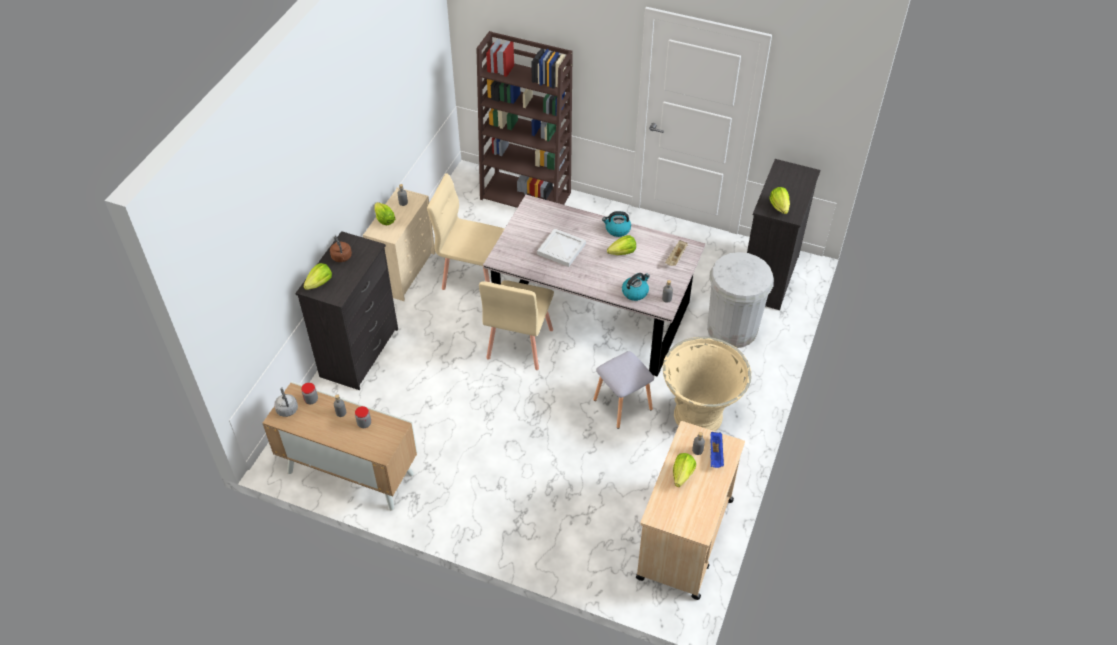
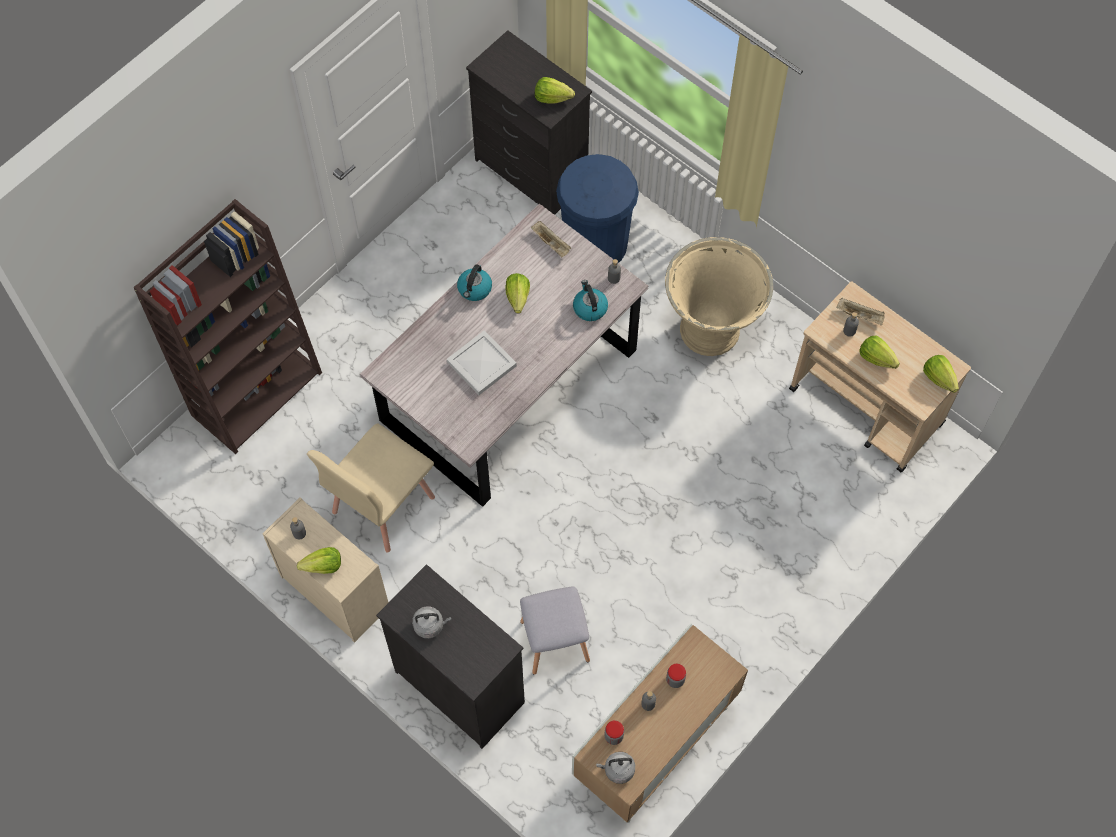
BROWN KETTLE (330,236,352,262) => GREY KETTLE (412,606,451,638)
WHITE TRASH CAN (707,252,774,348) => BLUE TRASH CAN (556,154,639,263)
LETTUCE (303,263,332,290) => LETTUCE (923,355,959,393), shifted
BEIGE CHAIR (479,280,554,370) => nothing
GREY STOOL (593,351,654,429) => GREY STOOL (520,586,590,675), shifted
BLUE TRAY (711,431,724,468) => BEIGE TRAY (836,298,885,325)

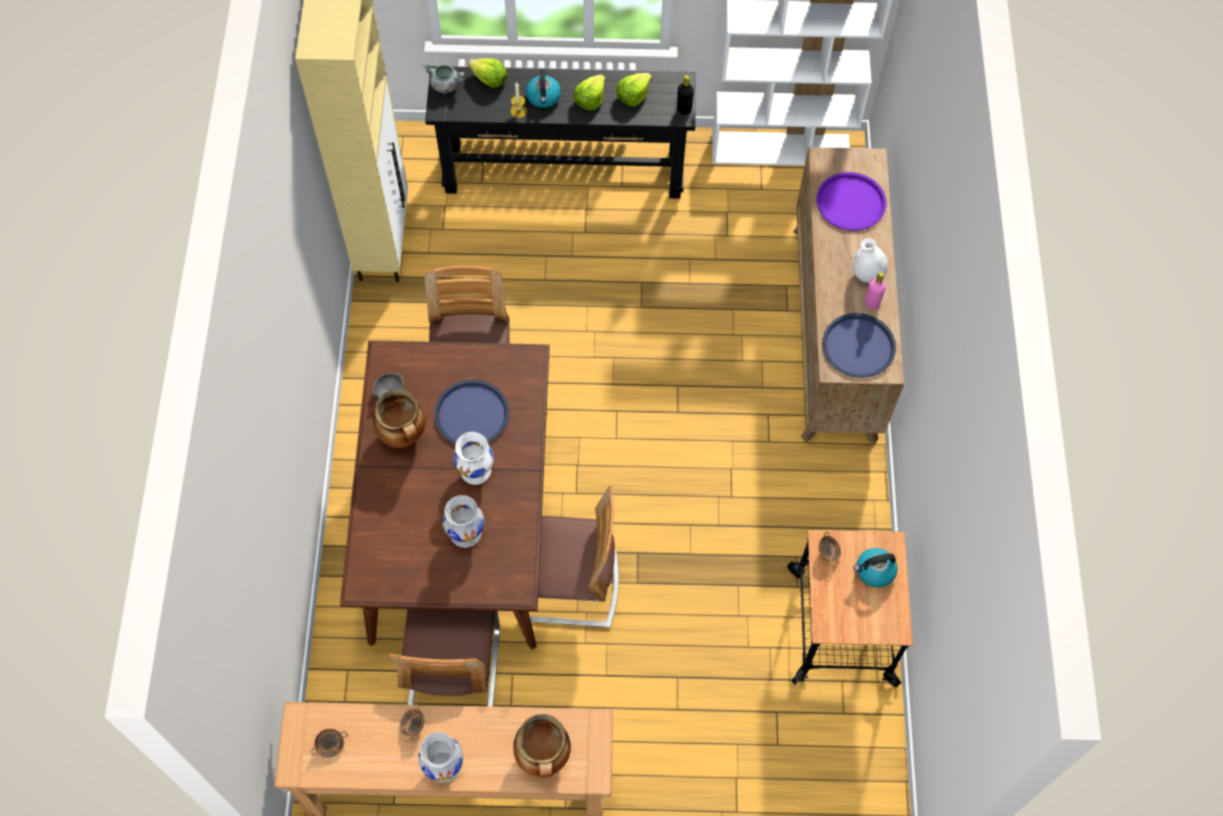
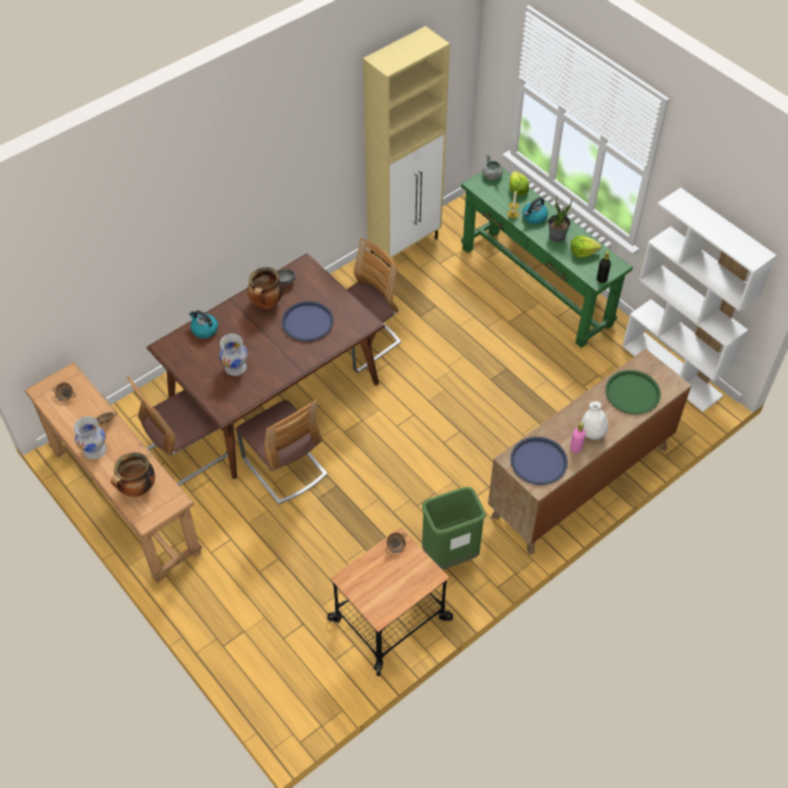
BLACK CONSOLE TABLE (425,66,695,199) => GREEN CONSOLE TABLE (461,167,633,348)
LETTUCE (573,75,605,111) => POTTED PLANT (548,196,572,242)
PURPLE TRAY (816,172,887,231) => GREEN TRAY (605,370,661,415)
WHITE VASE (453,432,494,485) => nothing
KETTLE (853,548,898,588) => KETTLE (189,310,218,338), shifted
nothing => GREEN TRASH CAN (422,487,486,570)

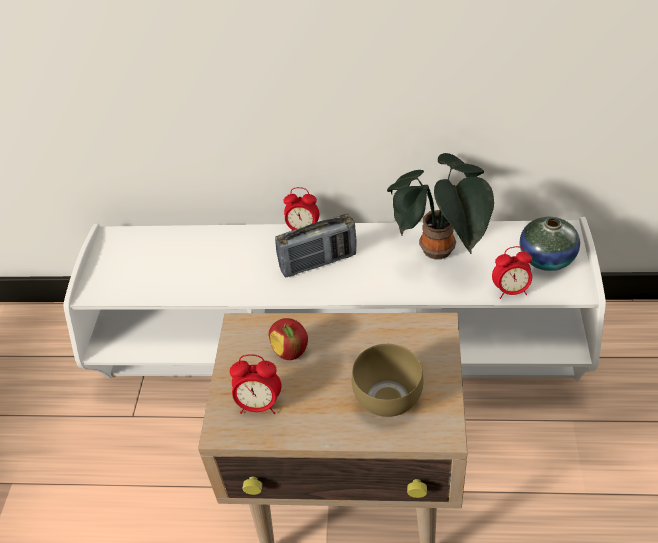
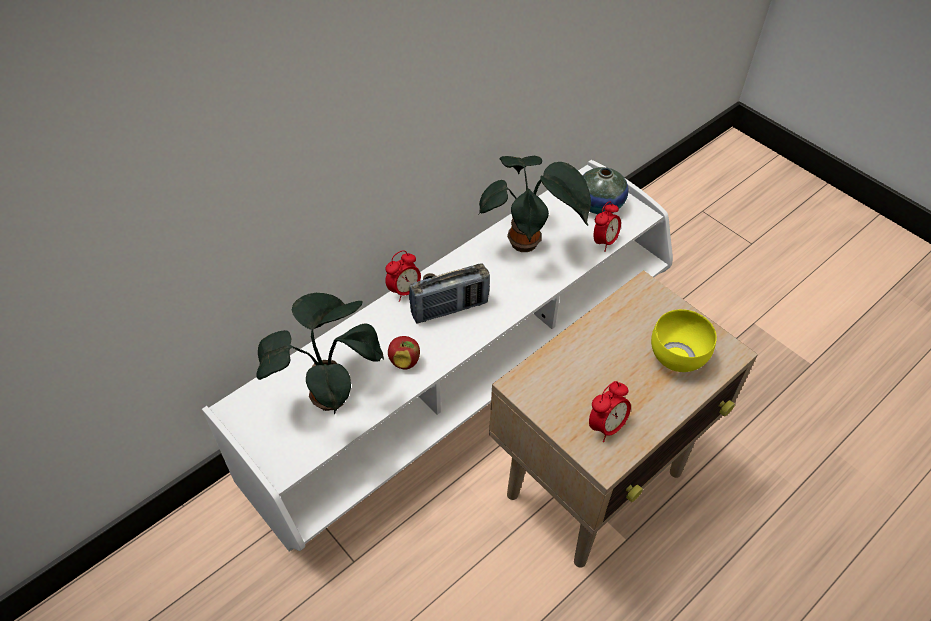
RADIO (275,214,356,278) => RADIO (409,263,490,324), 45 degrees clockwise
APPLE (268,318,308,360) => APPLE (388,336,420,369), shifted
BROWN BOWL (352,344,424,417) => YELLOW BOWL (651,309,717,372)
nothing => POTTED PLANT (256,293,384,415)

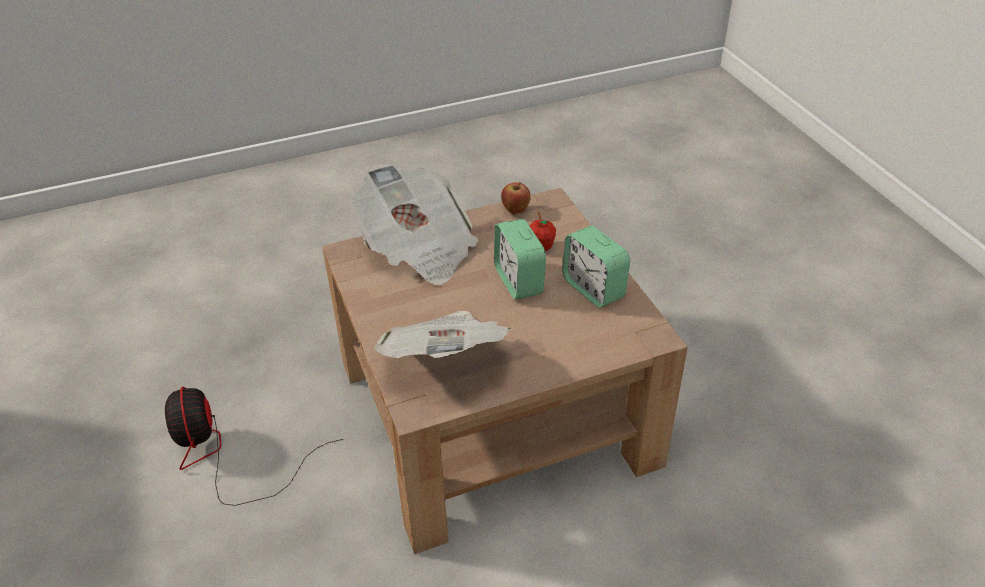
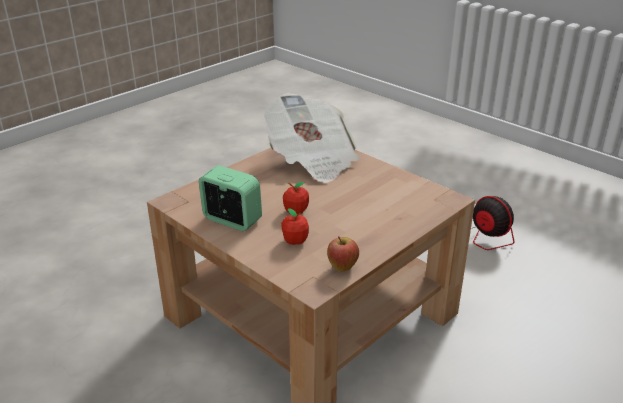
NEWSPAPER (352,163,478,285) => nothing
ALARM CLOCK (494,219,546,300) => APPLE (283,182,309,214)

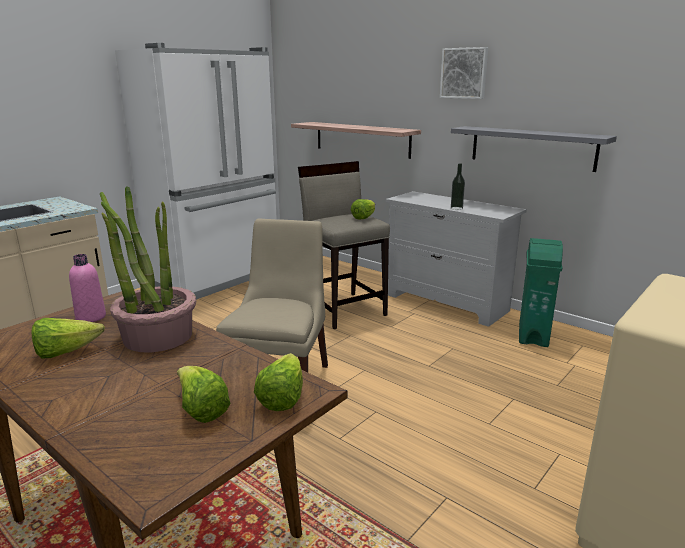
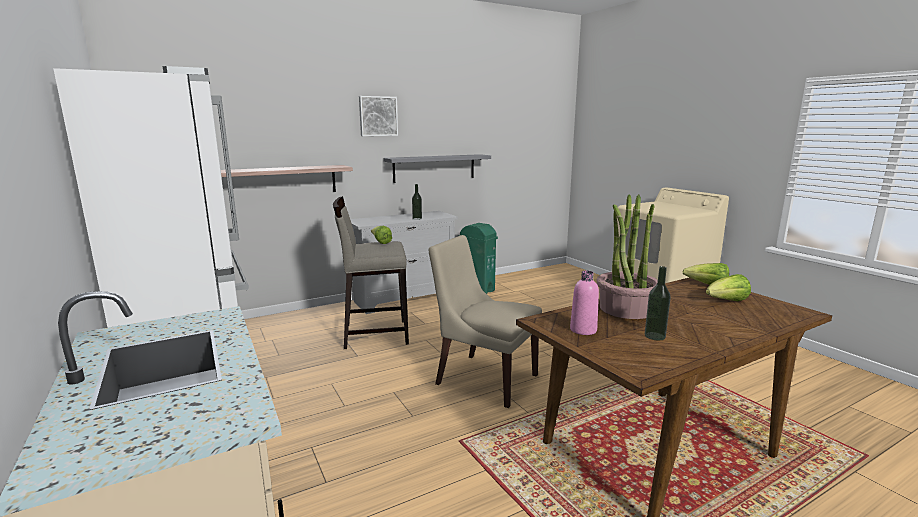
LETTUCE (31,318,105,358) => BOTTLE (645,266,671,341)

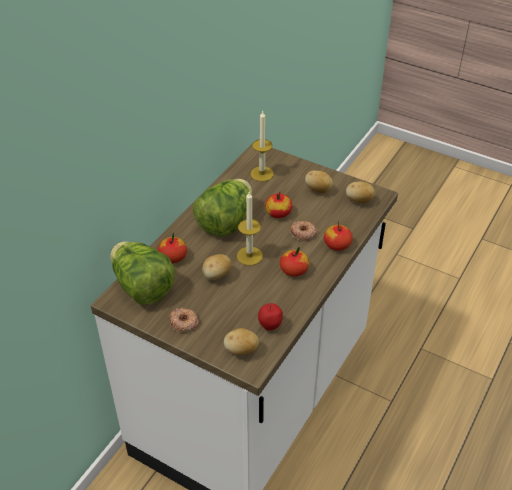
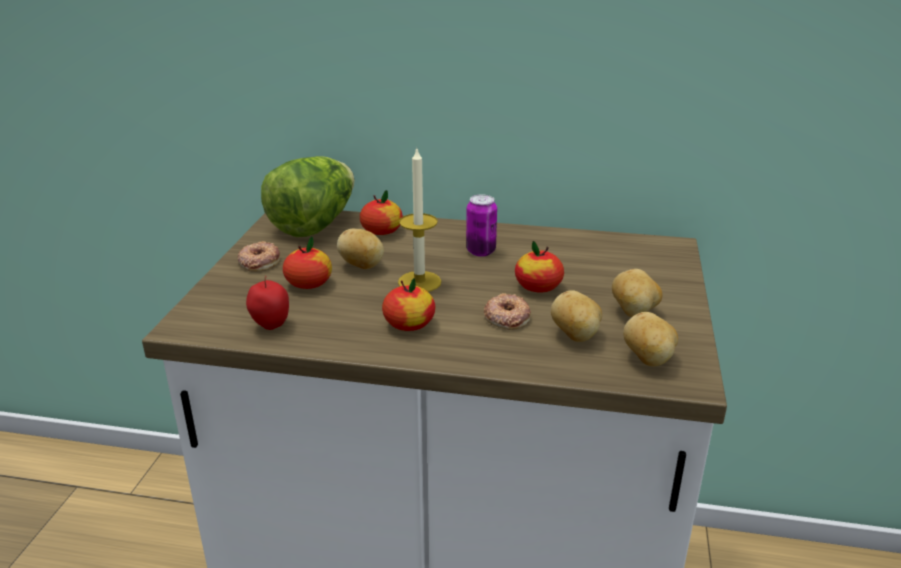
CANDLE (251,111,274,182) => nothing
LETTUCE (193,179,252,237) => CAN (466,195,497,257)
APPLE (324,221,353,251) => APPLE (283,237,332,289), shifted
POTATO (224,328,259,355) => POTATO (551,290,602,342), shifted

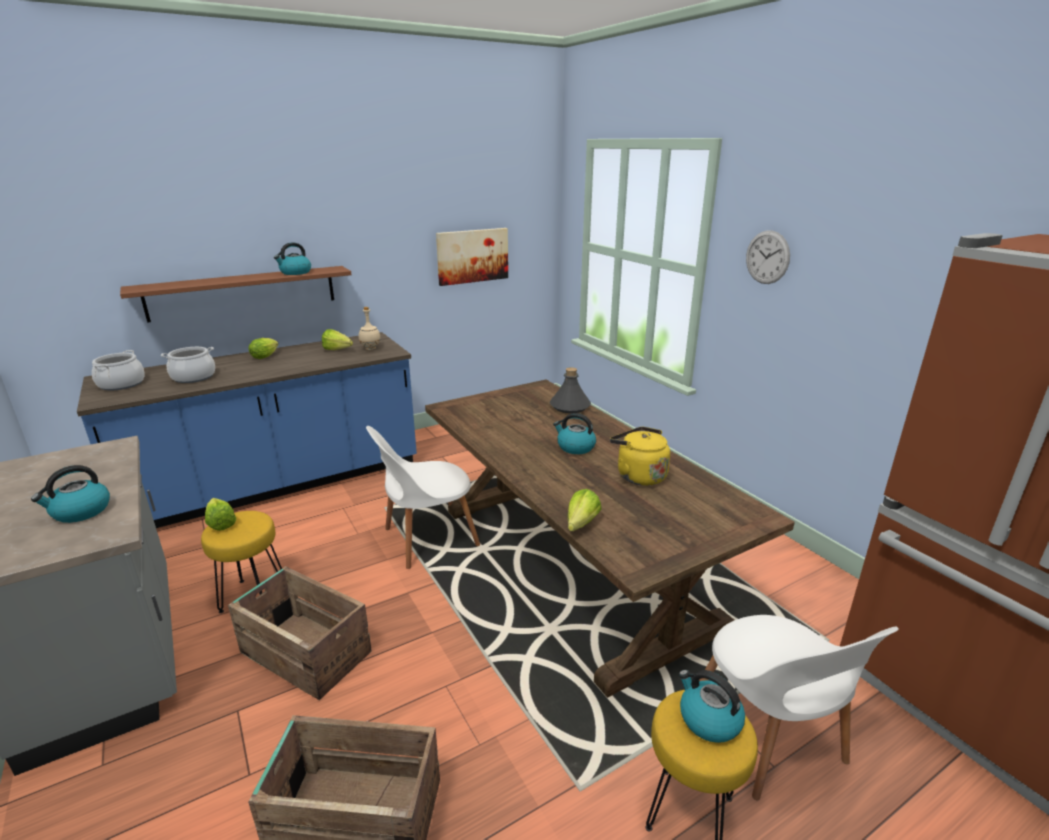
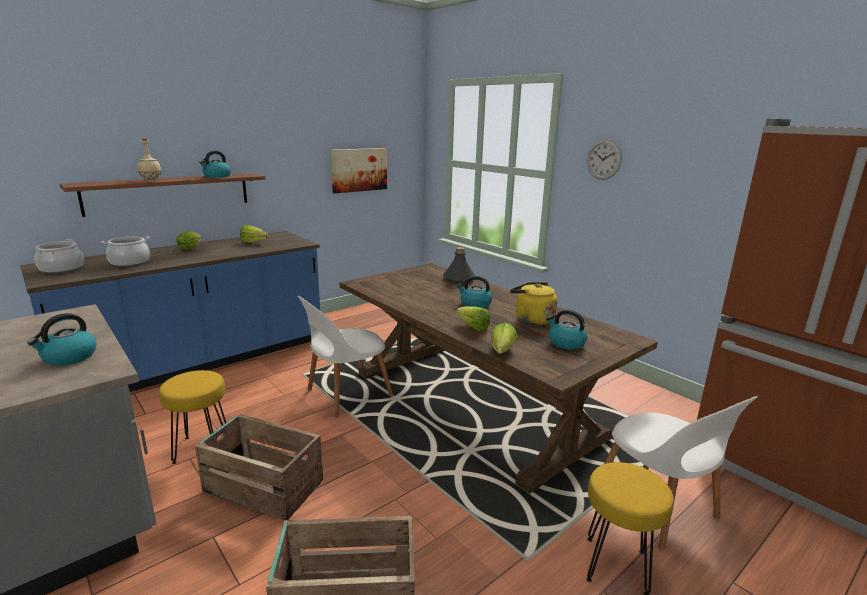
BEIGE BOTTLE (359,307,381,350) => BEIGE BOTTLE (138,138,161,182), shifted
LETTUCE (205,498,236,531) => LETTUCE (456,306,490,331), shifted
KETTLE (679,670,745,743) => KETTLE (546,309,587,350), shifted

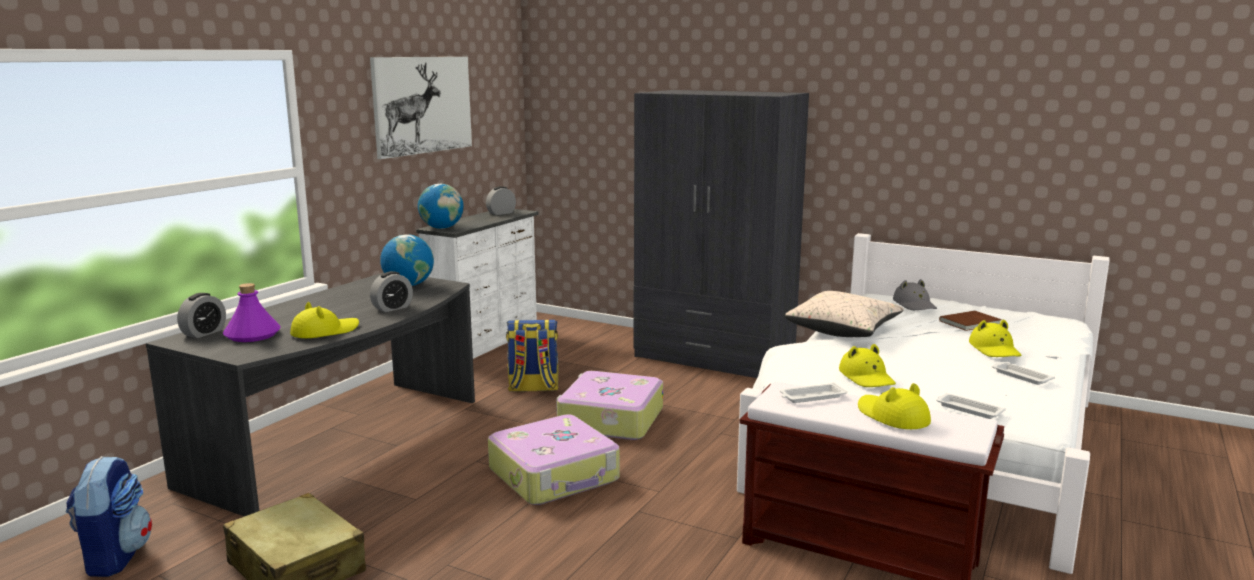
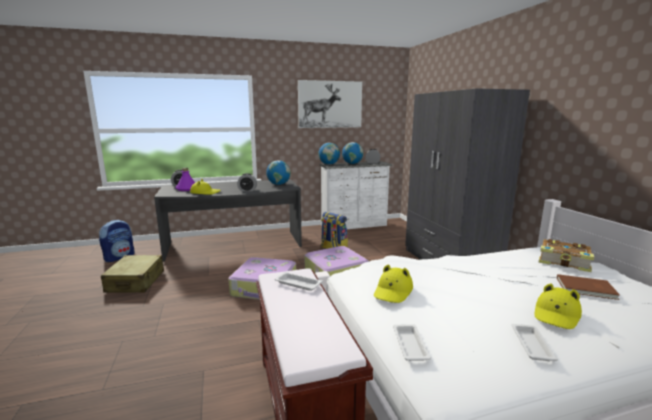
GREY HAT (893,279,937,310) => BOOK (538,239,594,272)
BEIGE PILLOW (785,291,904,337) => nothing
YELLOW HAT (858,383,931,429) => nothing
nothing => GLOBE (342,142,364,164)

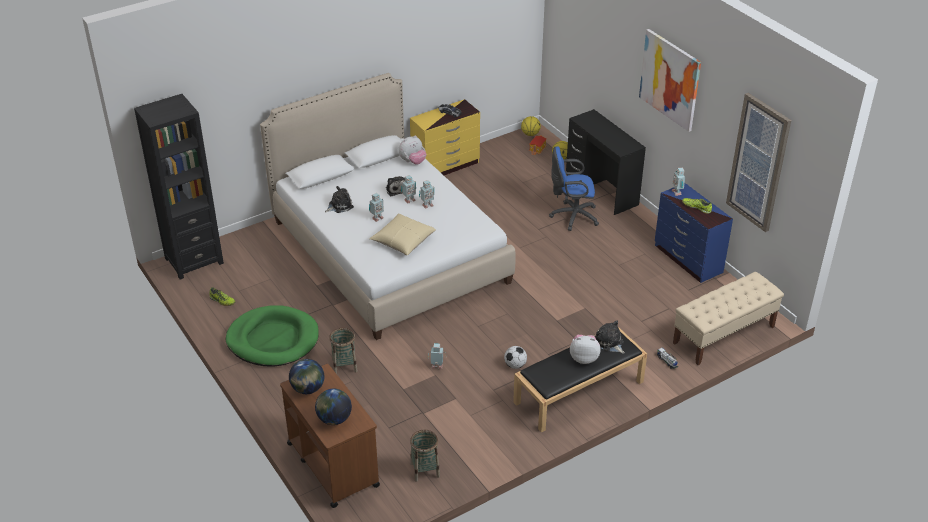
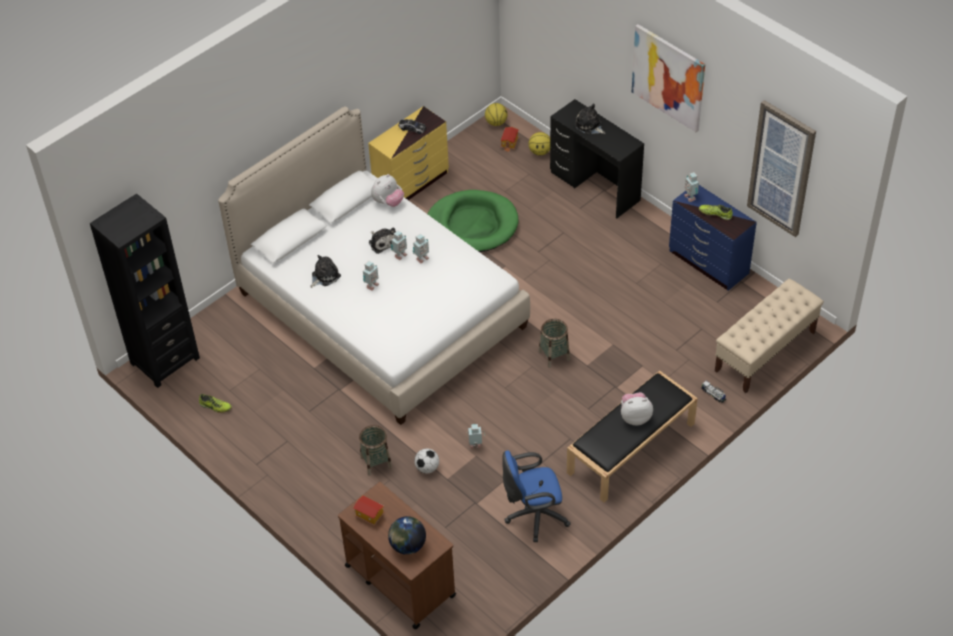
BLUE OFFICE CHAIR (549,146,599,231) => BLUE OFFICE CHAIR (502,450,571,542), shifted
BEIGE PILLOW (369,214,436,255) => nothing
GREEN DOG BED (226,305,319,366) => GREEN DOG BED (428,190,519,252), shifted
PLUSH TOY (595,320,625,354) => PLUSH TOY (575,104,605,134), shifted
FOOTBALL (504,346,527,369) => FOOTBALL (414,448,439,473), shifted
GLOBE (289,359,324,394) => TOY HOUSE (353,496,385,526)
BASKET (410,430,440,482) => BASKET (538,319,570,368), shifted

